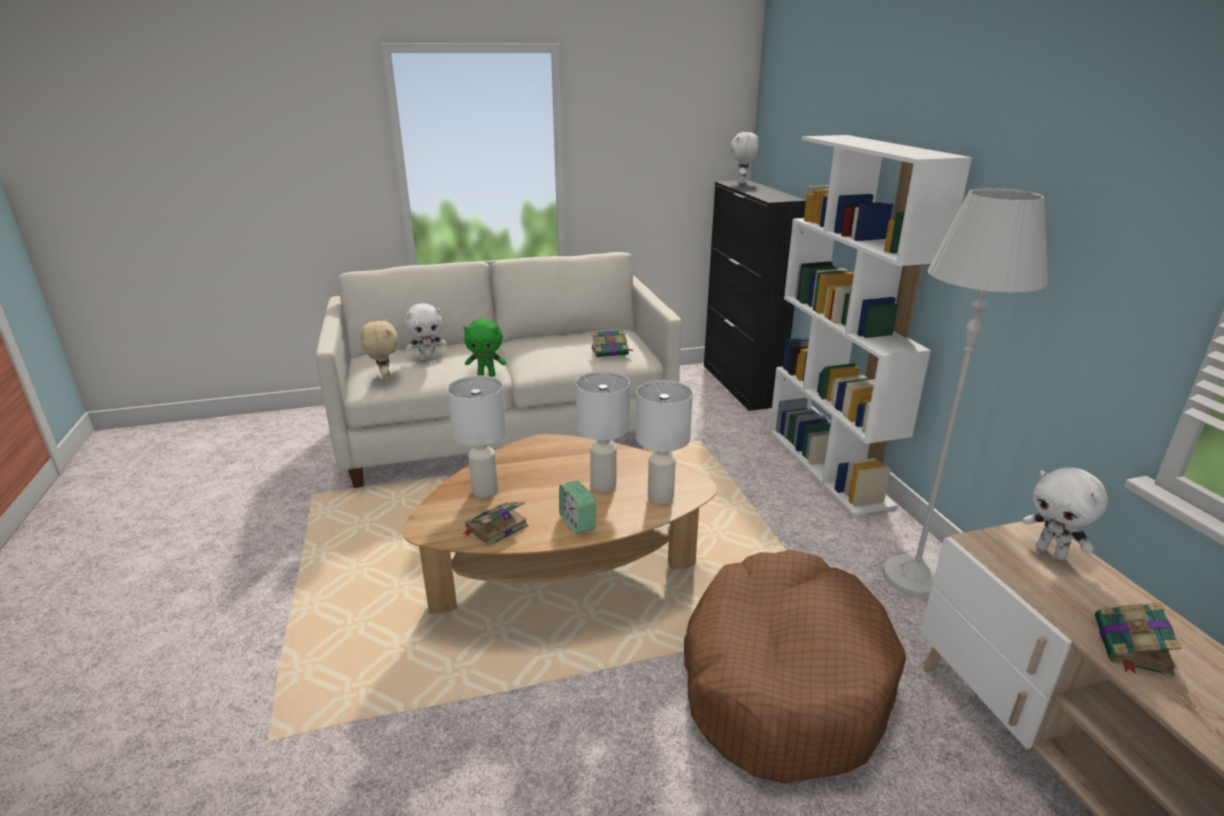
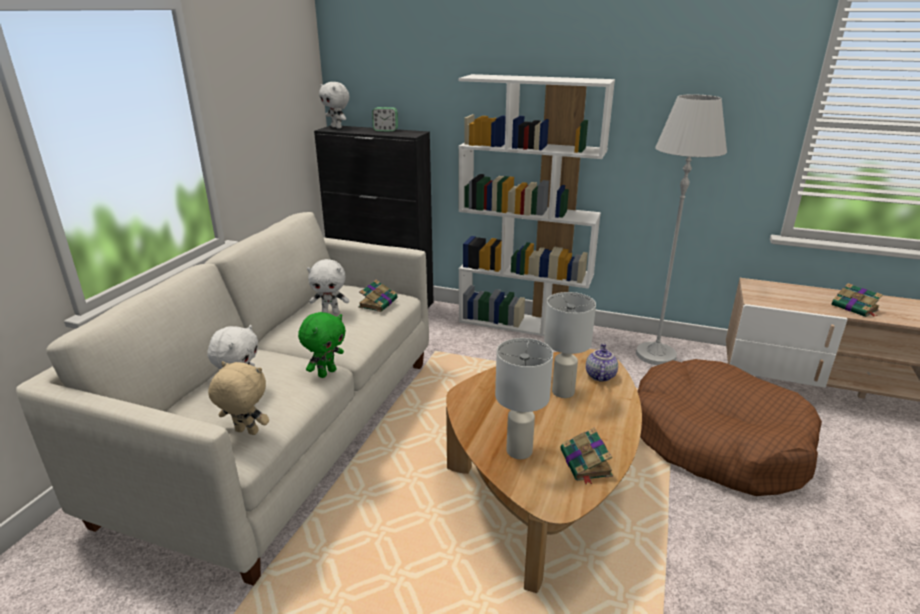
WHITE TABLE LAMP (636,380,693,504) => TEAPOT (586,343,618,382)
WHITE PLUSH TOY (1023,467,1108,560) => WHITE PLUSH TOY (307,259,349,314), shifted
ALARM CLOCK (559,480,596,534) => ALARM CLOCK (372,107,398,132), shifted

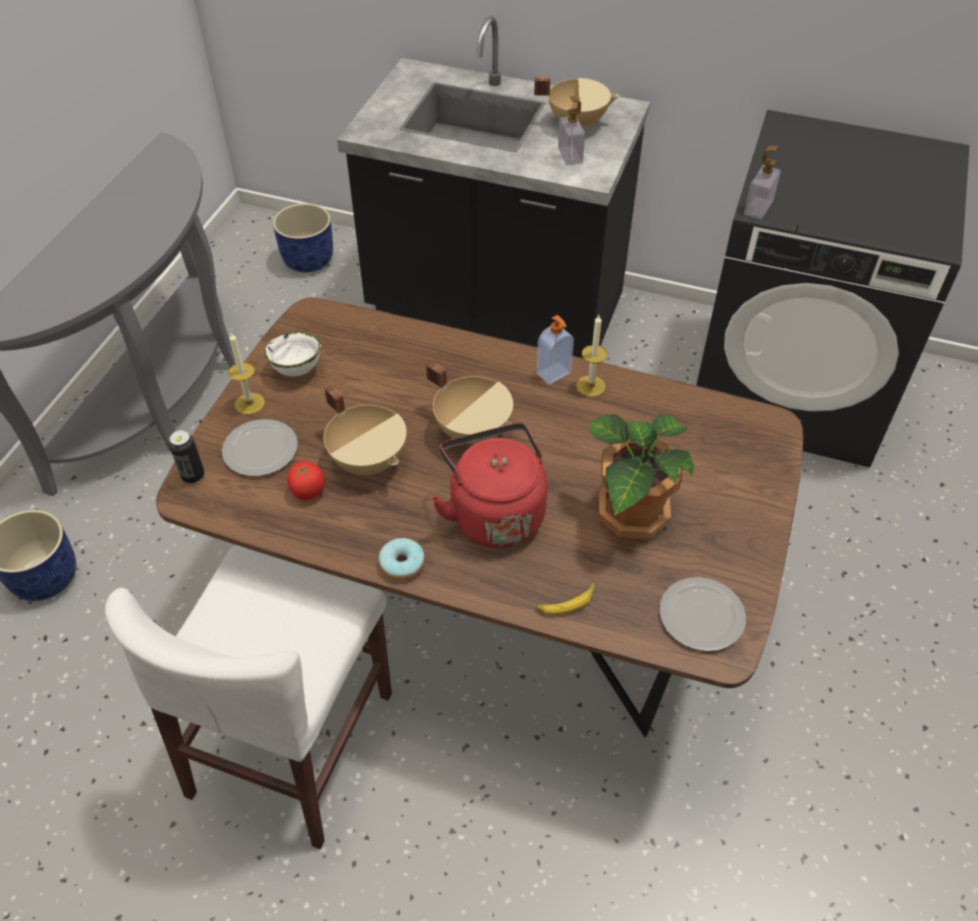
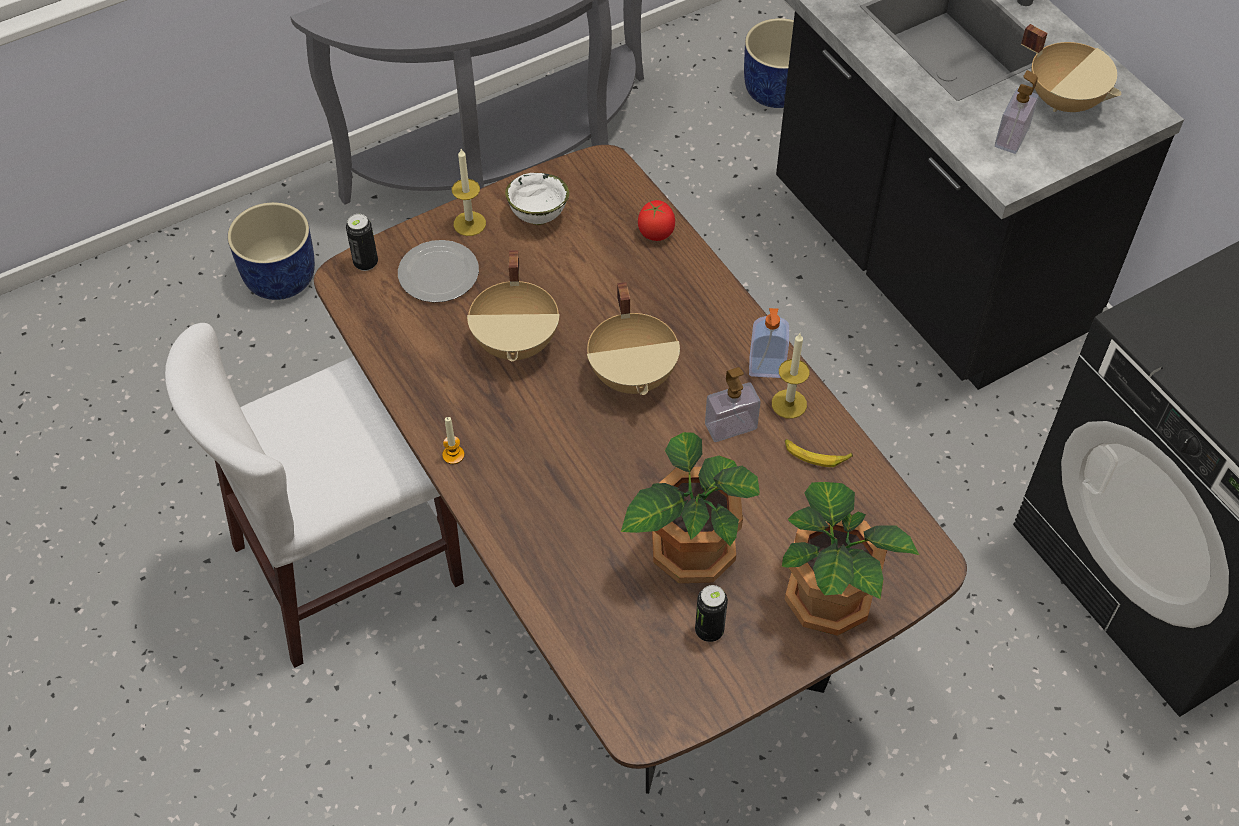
SOAP DISPENSER (744,146,781,219) => SOAP DISPENSER (705,367,761,442), shifted
RED KETTLE (431,423,548,548) => nothing
TOMATO (287,461,325,500) => TOMATO (638,200,675,241), shifted
DONUT (379,538,425,580) => CANDLE (442,417,465,464)
PLATE (659,577,746,651) => nothing
BANANA (536,582,595,615) => BANANA (785,439,853,467), shifted
nothing => POTTED PLANT (782,482,919,636)
nothing => CAN (695,585,728,642)

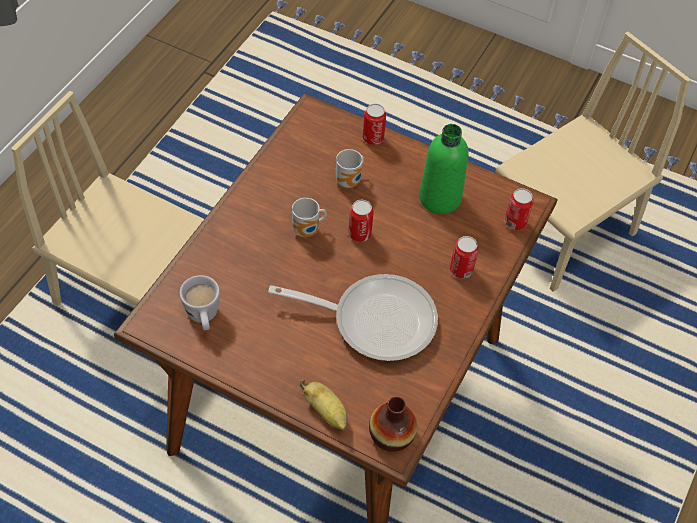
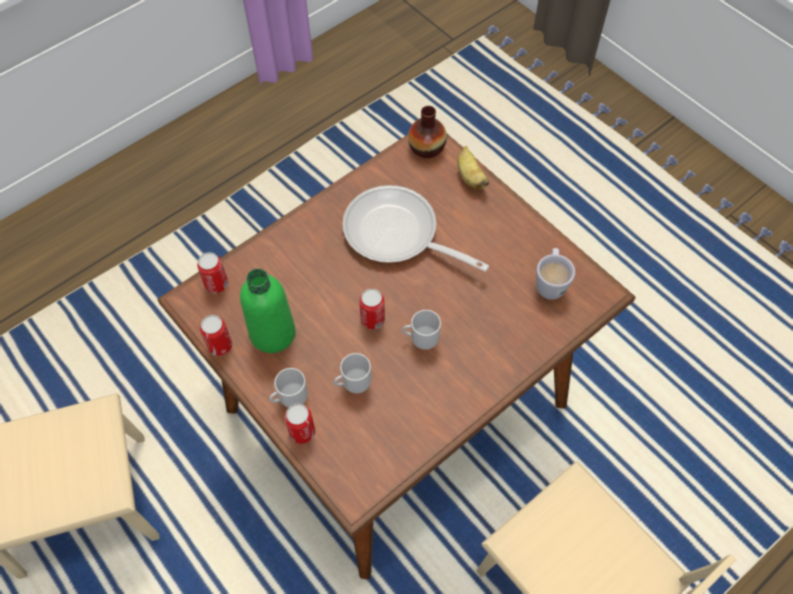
CAN (450,236,479,278) => CAN (200,315,232,356), shifted
nothing => MUG (269,368,308,408)

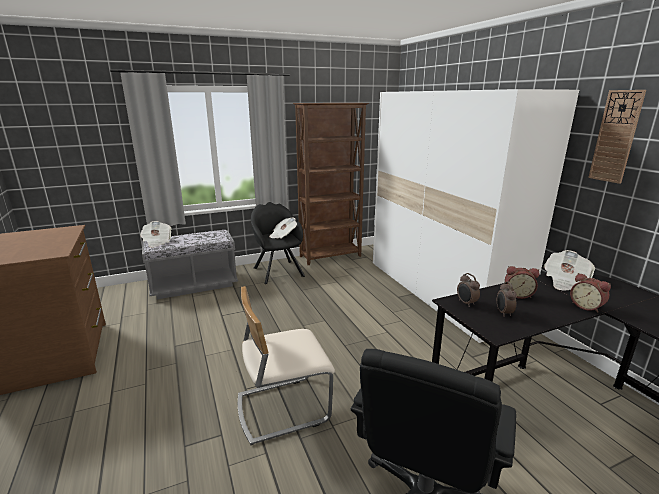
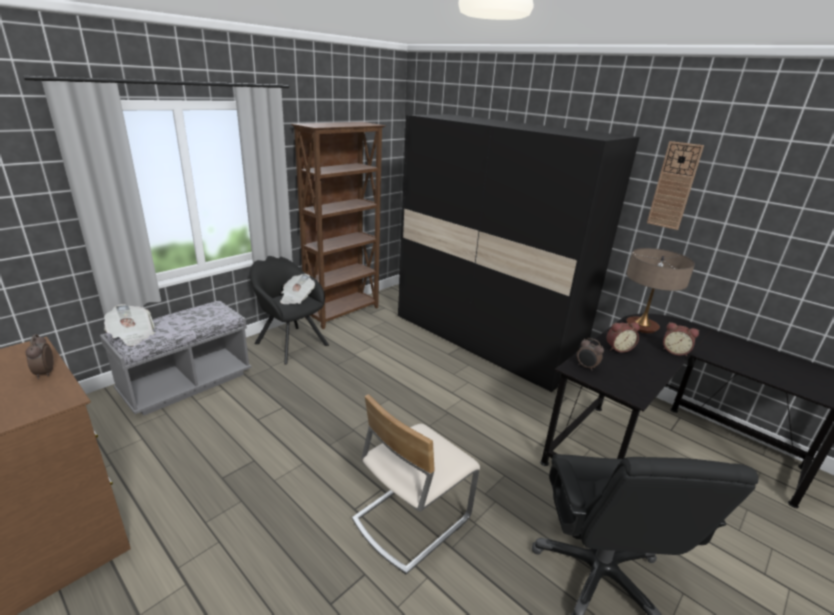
WHITE WARDROBE (373,89,579,343) => BLACK WARDROBE (398,114,640,392)
NEWSPAPER (544,250,595,290) => TABLE LAMP (626,248,695,333)
ALARM CLOCK (497,281,517,317) => ALARM CLOCK (25,334,53,379), shifted

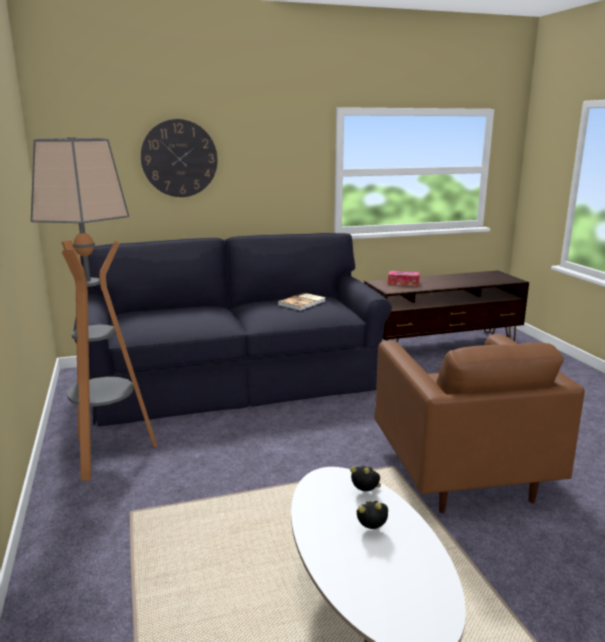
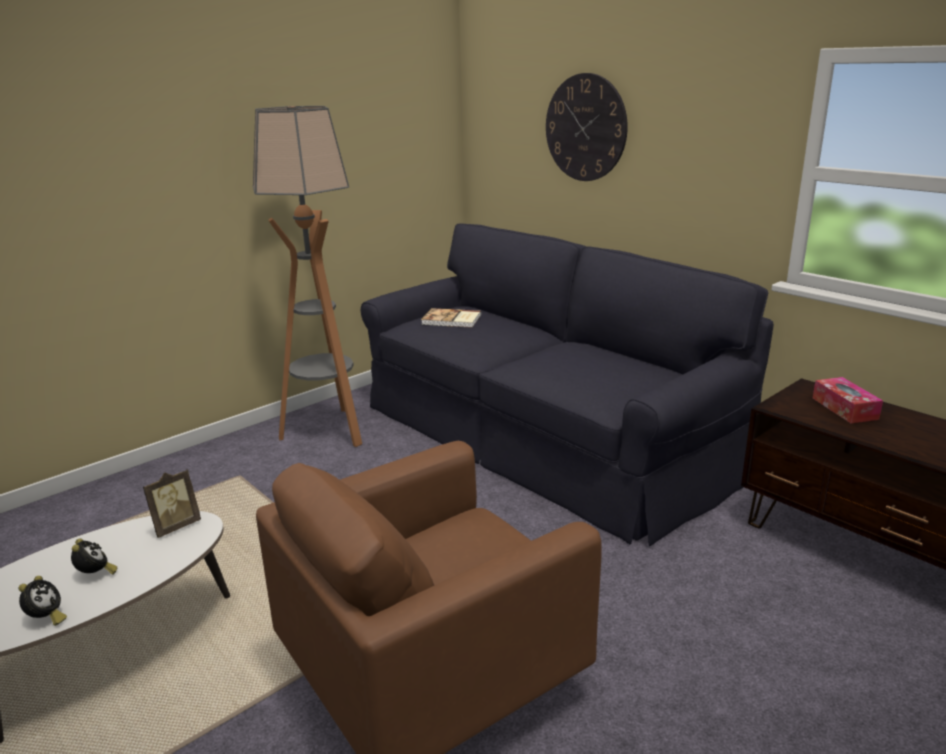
BOOK (278,293,326,311) => BOOK (421,308,481,328), shifted
ALARM CLOCK (350,466,381,491) => ALARM CLOCK (18,576,67,626), shifted
nothing => PICTURE FRAME (143,470,201,538)

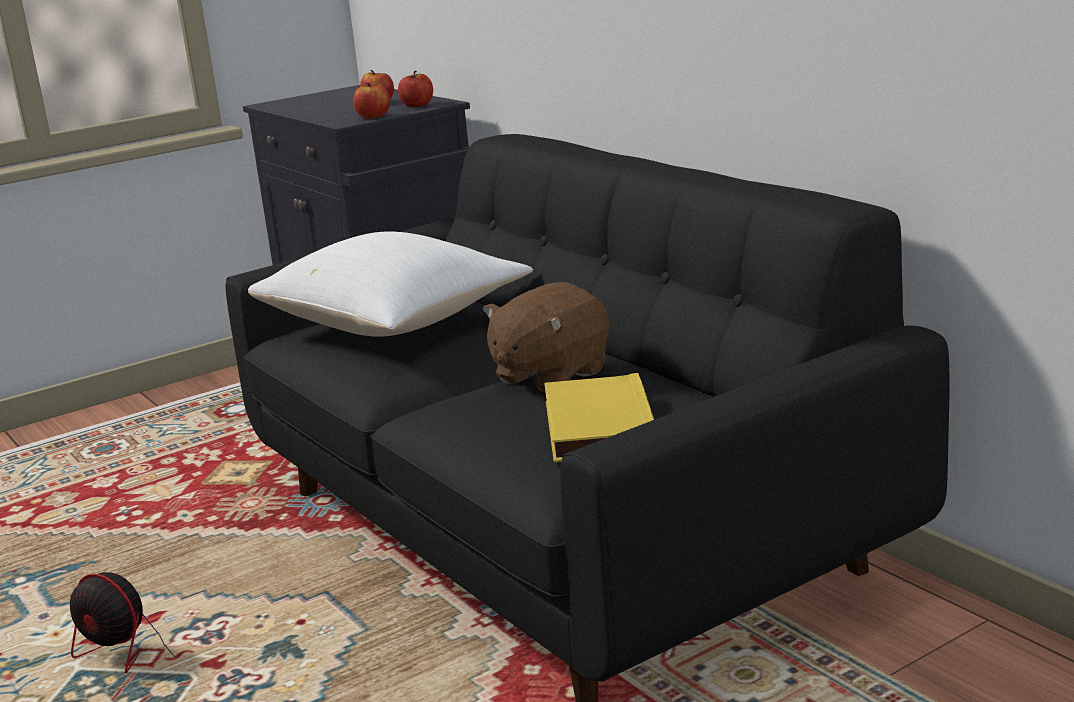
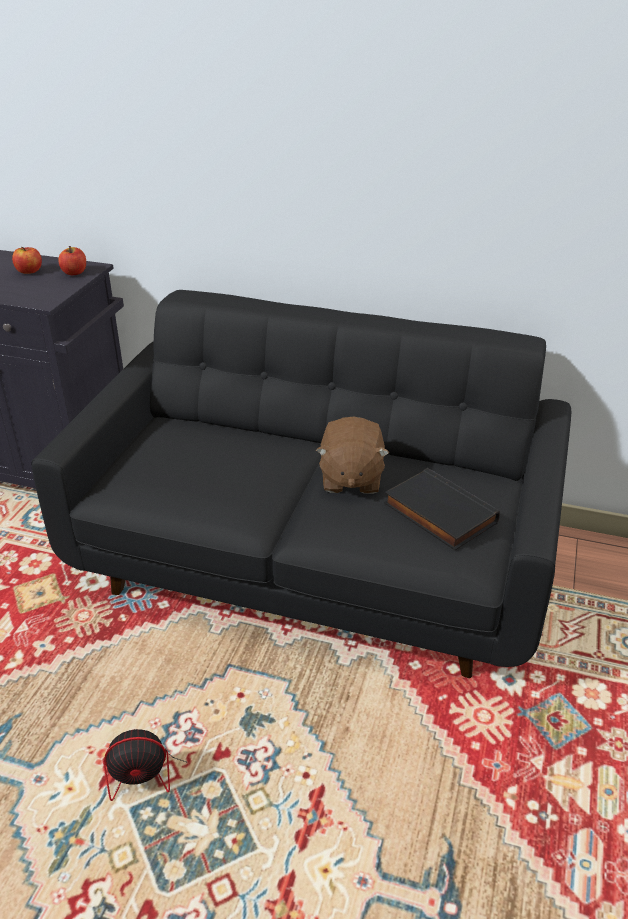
APPLE (353,83,390,119) => nothing
WHITE PILLOW (248,231,533,337) => nothing
YELLOW BOOK (544,373,654,462) => BLACK BOOK (384,468,500,550)

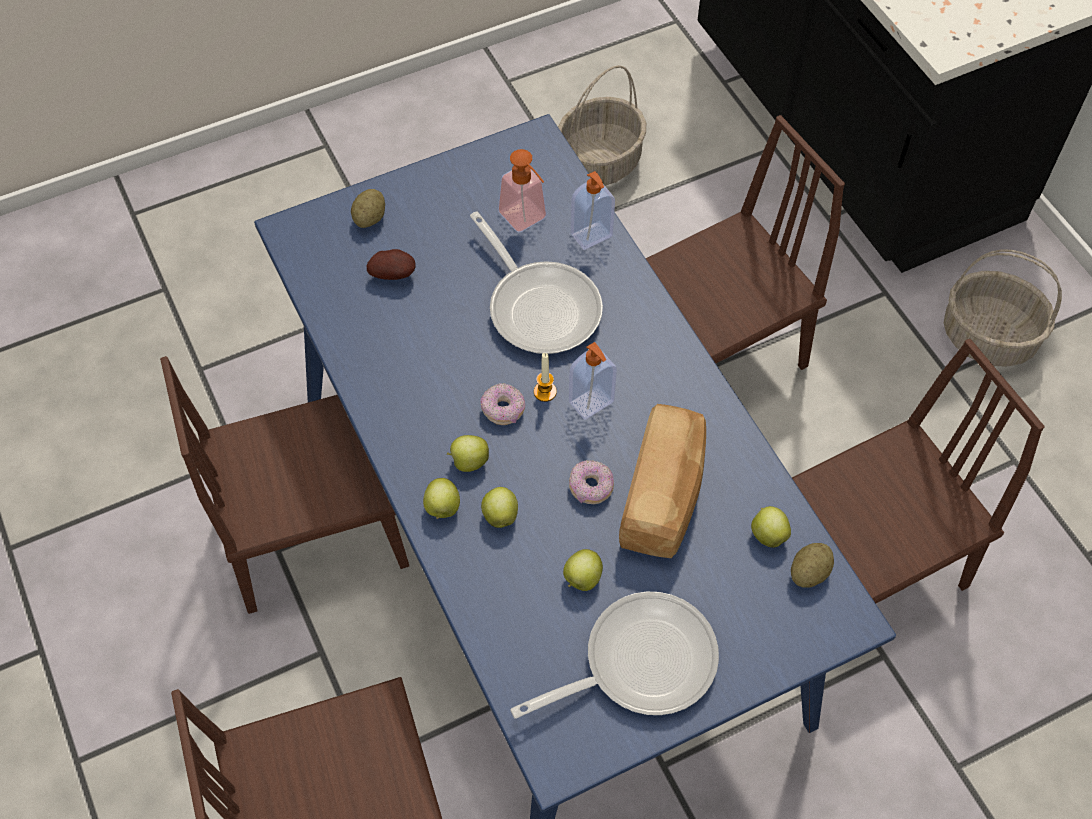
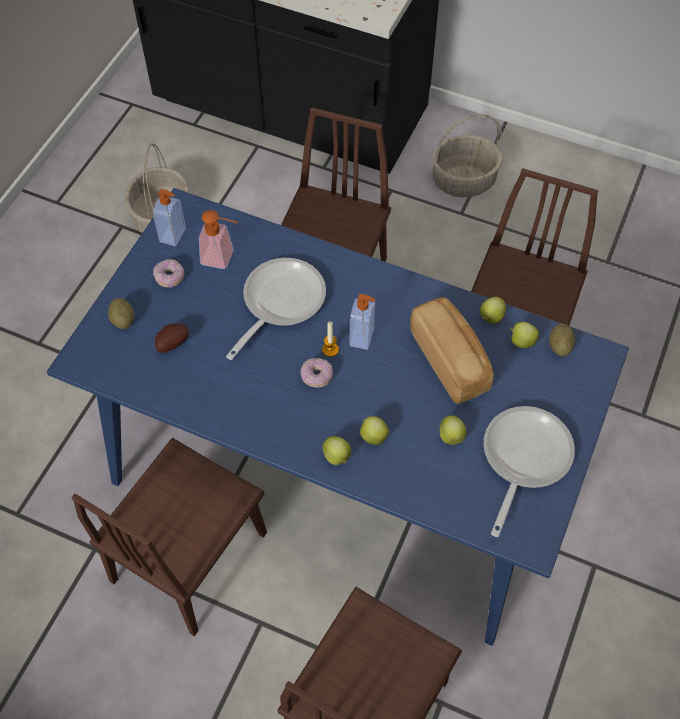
SOAP DISPENSER (571,171,615,250) => SOAP DISPENSER (153,189,186,246), shifted
FRYING PAN (470,211,603,354) => FRYING PAN (226,258,326,360), 75 degrees counterclockwise
APPLE (447,435,489,472) => APPLE (480,297,506,324), shifted
DONUT (569,460,614,504) => DONUT (153,259,184,288), shifted

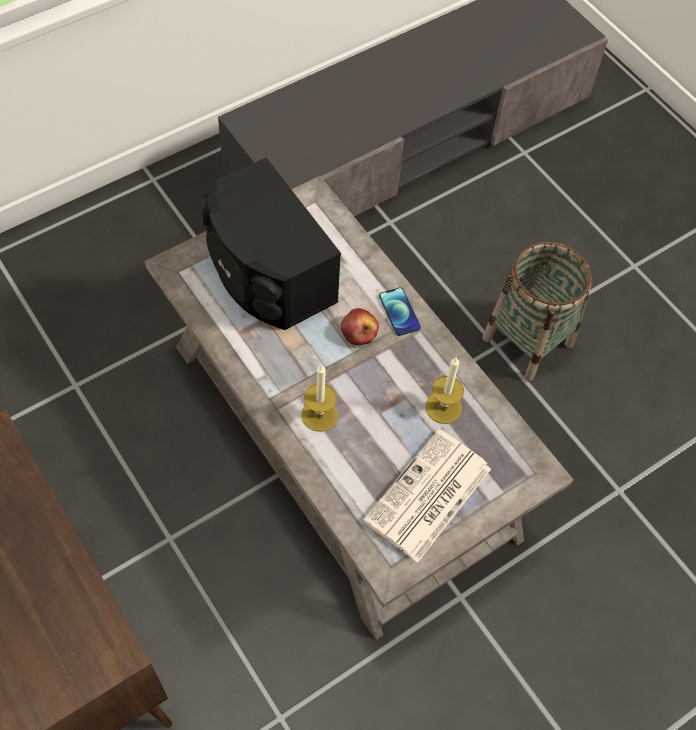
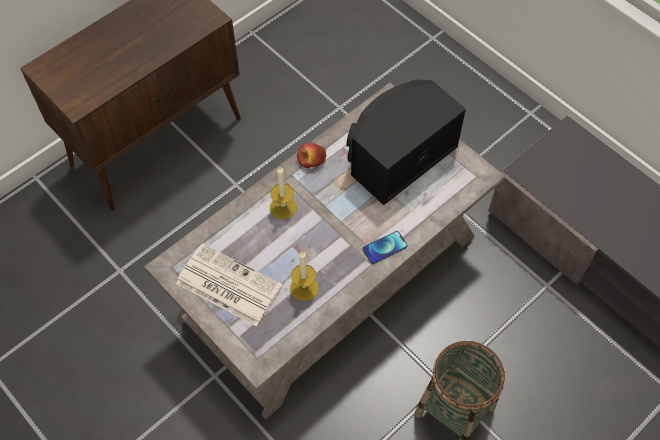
APPLE (340,308,379,345) => APPLE (297,143,326,168), shifted

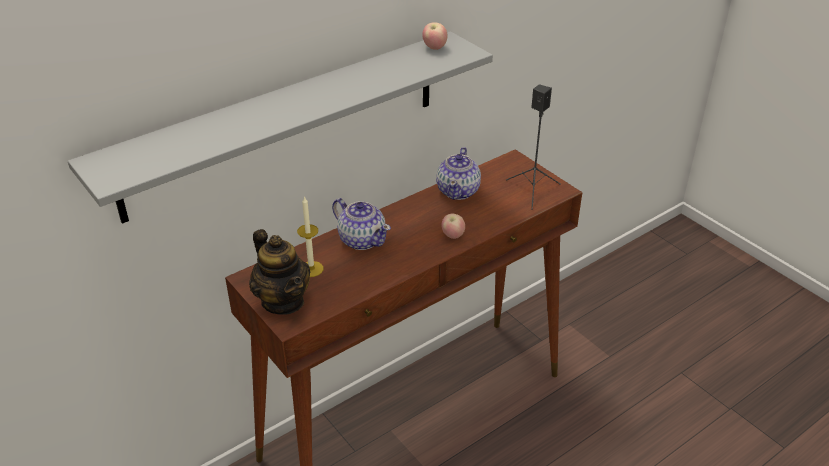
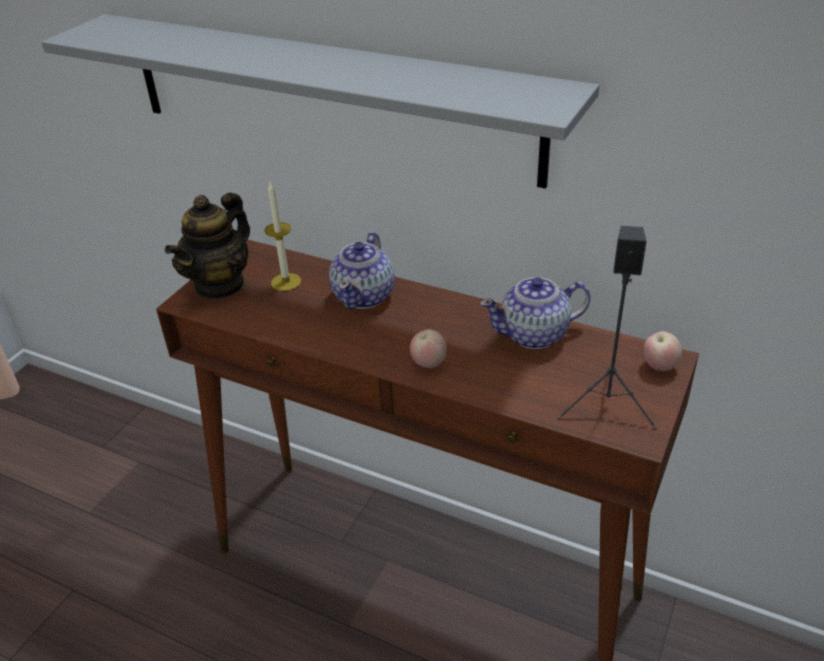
APPLE (422,22,448,50) => APPLE (644,331,682,371), shifted

